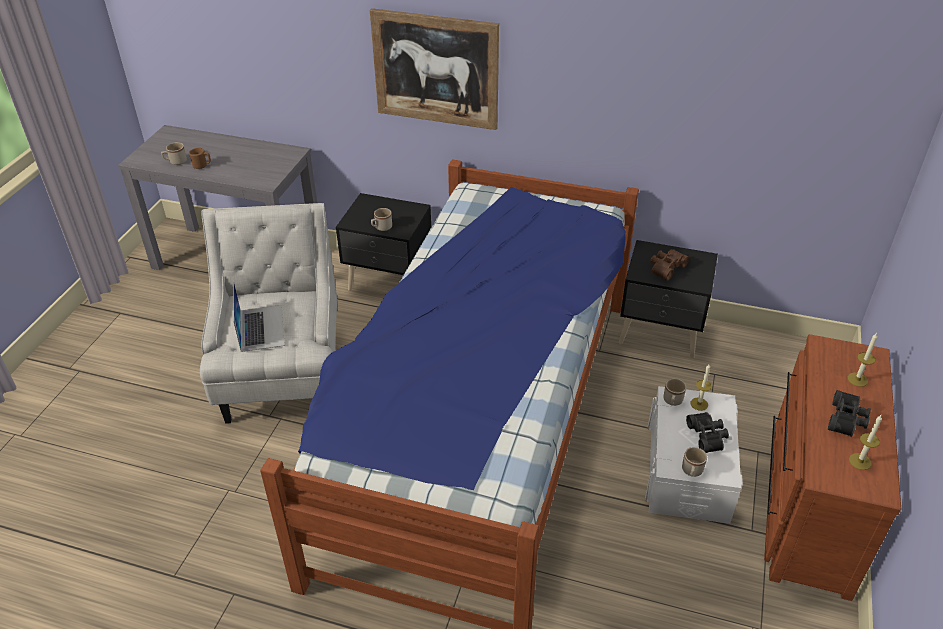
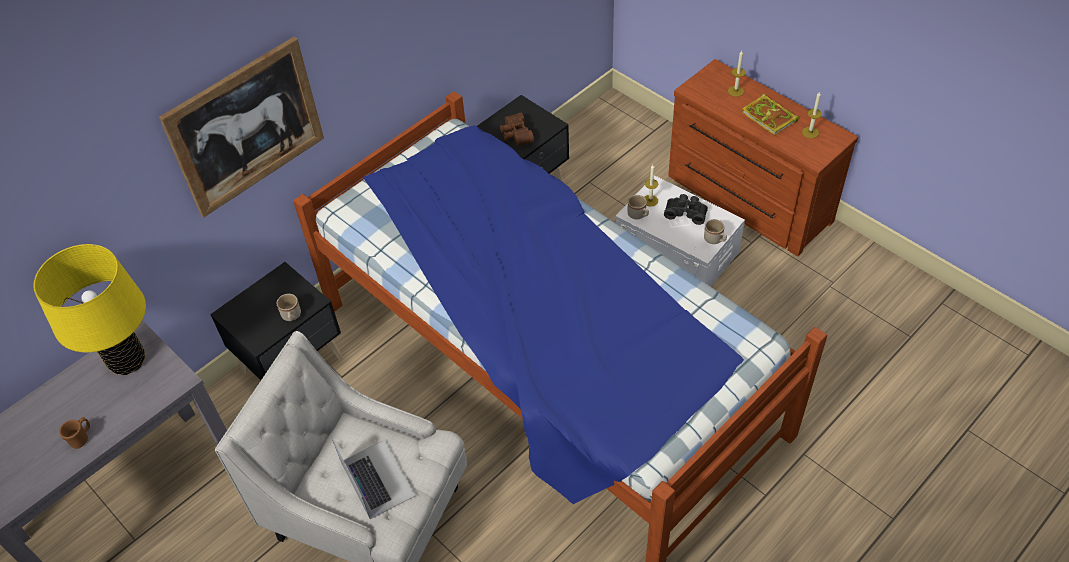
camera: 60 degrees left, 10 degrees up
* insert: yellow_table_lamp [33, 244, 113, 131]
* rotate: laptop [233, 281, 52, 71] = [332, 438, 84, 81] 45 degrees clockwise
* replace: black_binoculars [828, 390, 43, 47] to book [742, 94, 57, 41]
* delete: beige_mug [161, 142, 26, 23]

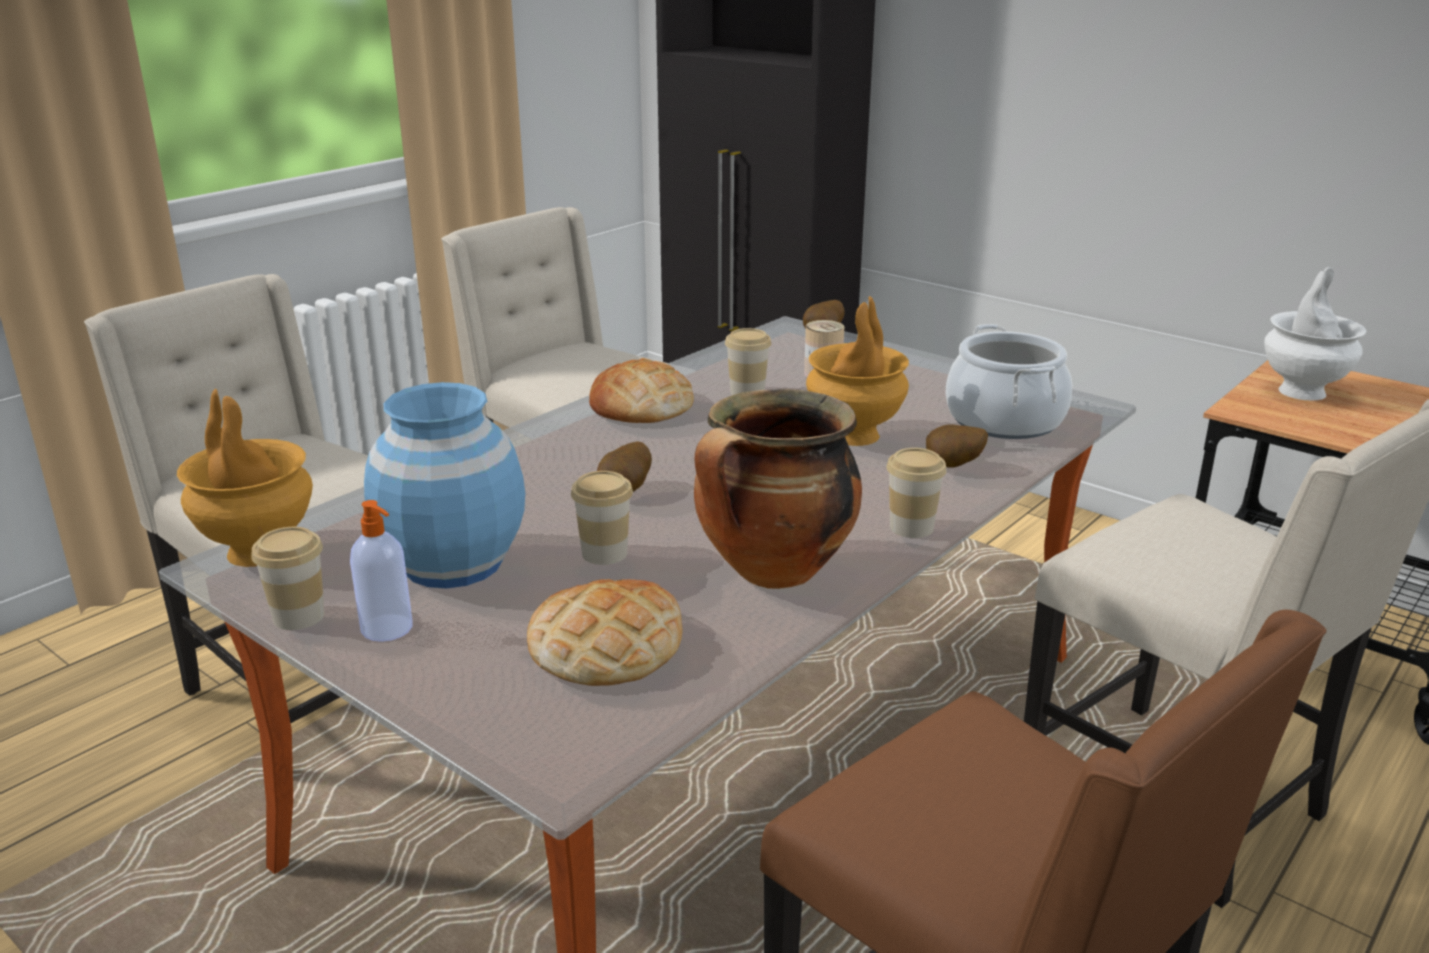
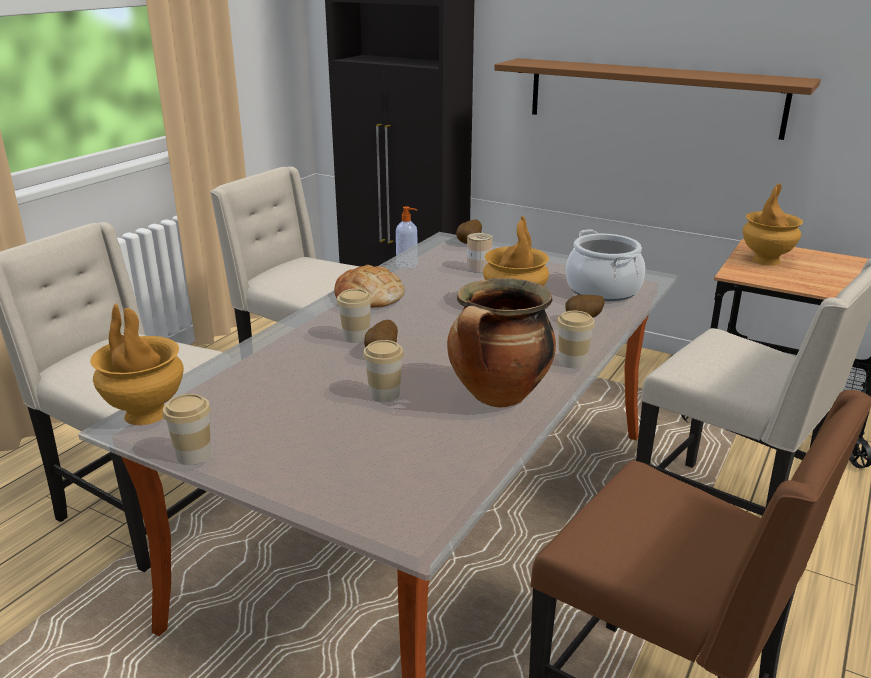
camera: 10 degrees left, 0 degrees up
* move: cup [725, 328, 46, 67] to [337, 289, 35, 54]
* move: soap_dispenser [350, 500, 63, 142] to [396, 206, 22, 62]
* insert: brown_shelf [494, 58, 327, 82]
* recolor: white_vase [1264, 267, 102, 134] to brown_vase [743, 184, 60, 82]
* delete: blue_vase [364, 382, 161, 206]
* delete: bread [527, 579, 155, 107]

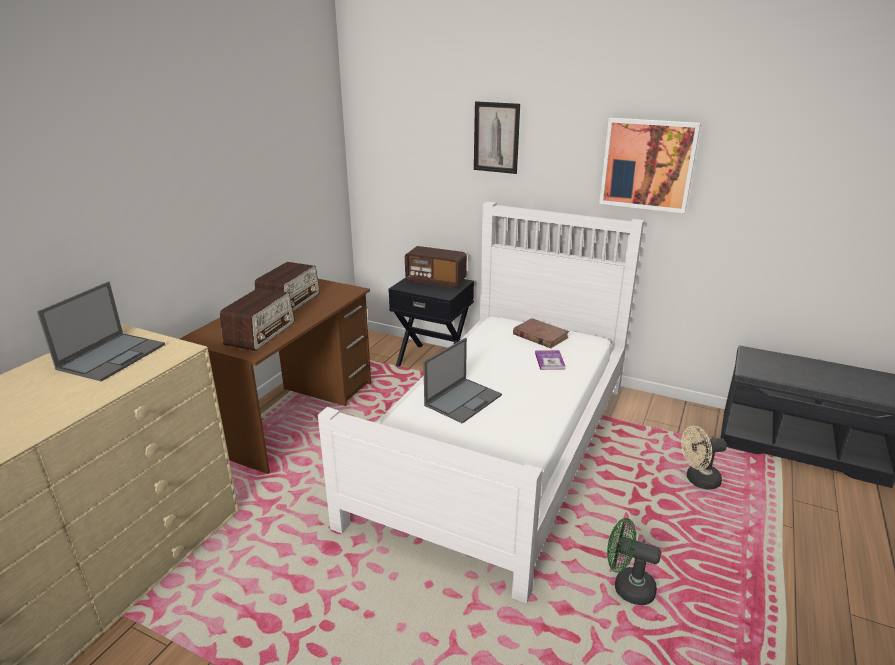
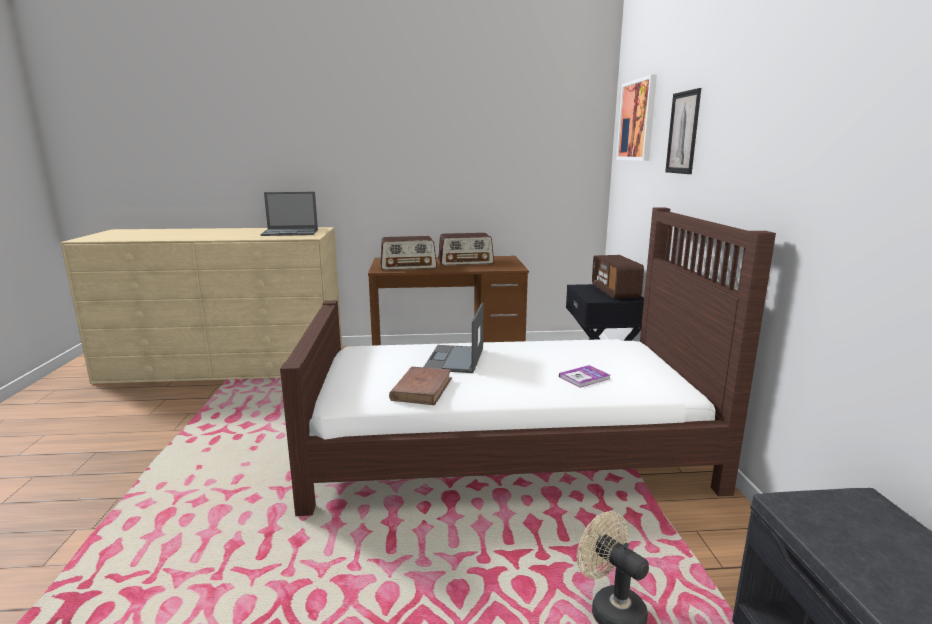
camera: 60 degrees right, 10 degrees down
* recolor: white_bed [318, 201, 326, 403] to brown_bed [280, 208, 496, 308]
* move: brown_book [513, 318, 56, 30] to [389, 367, 63, 38]
* rotate: laptop [423, 338, 79, 86] = [424, 303, 60, 70] 90 degrees clockwise
* move: picture [599, 118, 102, 95] to [616, 74, 41, 87]
* delete: green_fan [607, 518, 54, 87]

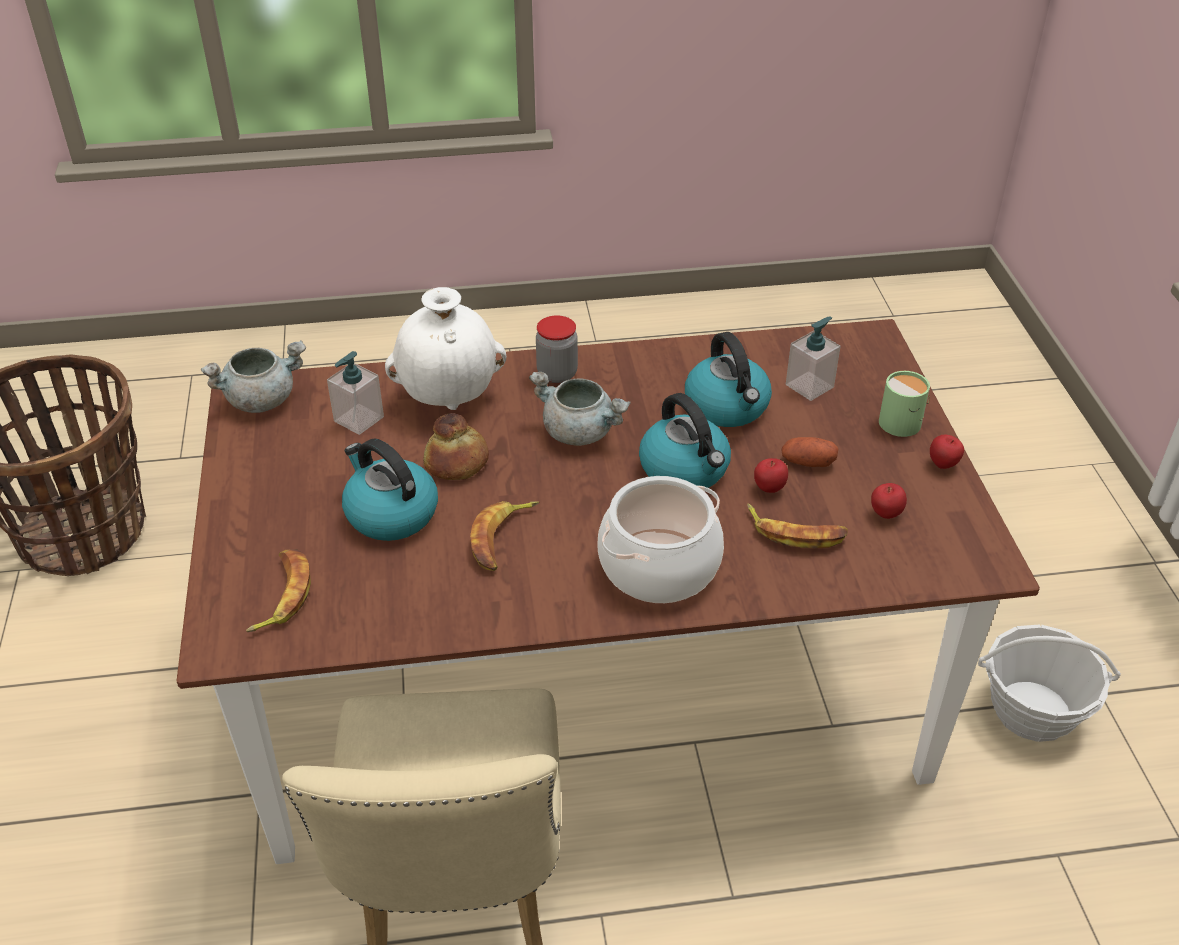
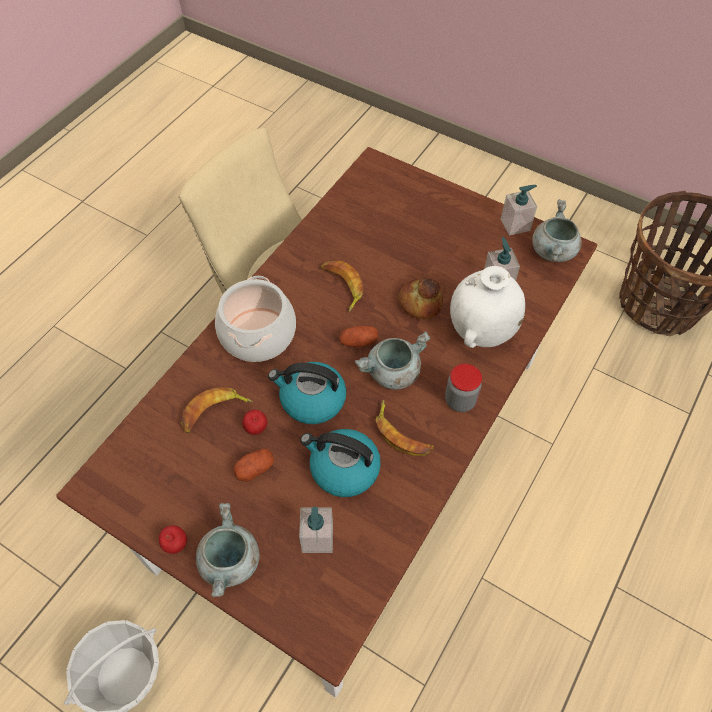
camera: 130 degrees right, 15 degrees up
* replace: green_mug [879, 371, 51, 66] to grey_cooking_pot [196, 503, 64, 94]
* insert: potato [339, 326, 39, 21]
* move: banana [246, 549, 65, 83] to [376, 400, 58, 56]
* insert: soap_dispenser [501, 185, 36, 50]
* delete: kettle [342, 438, 96, 103]
* delete: apple [871, 483, 36, 36]

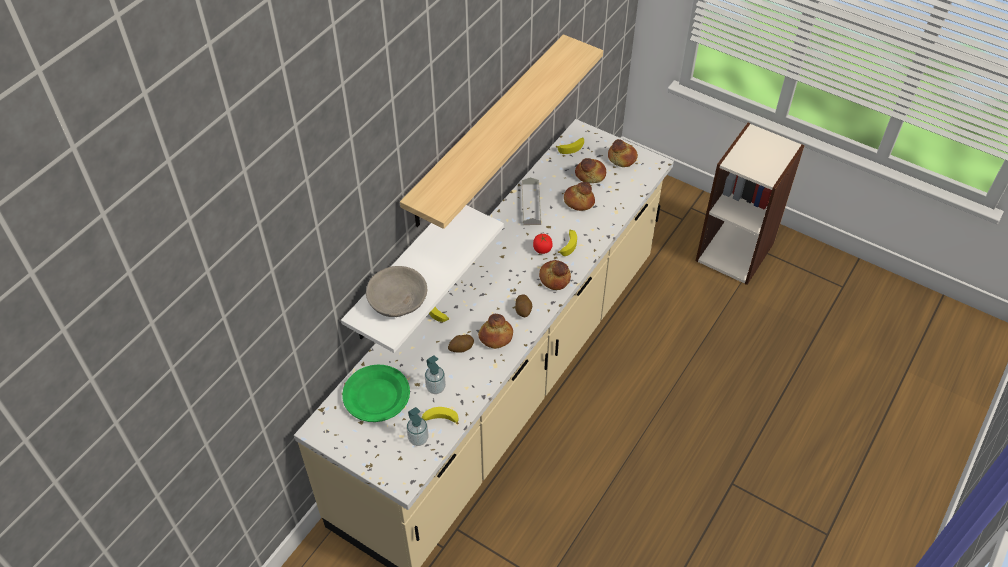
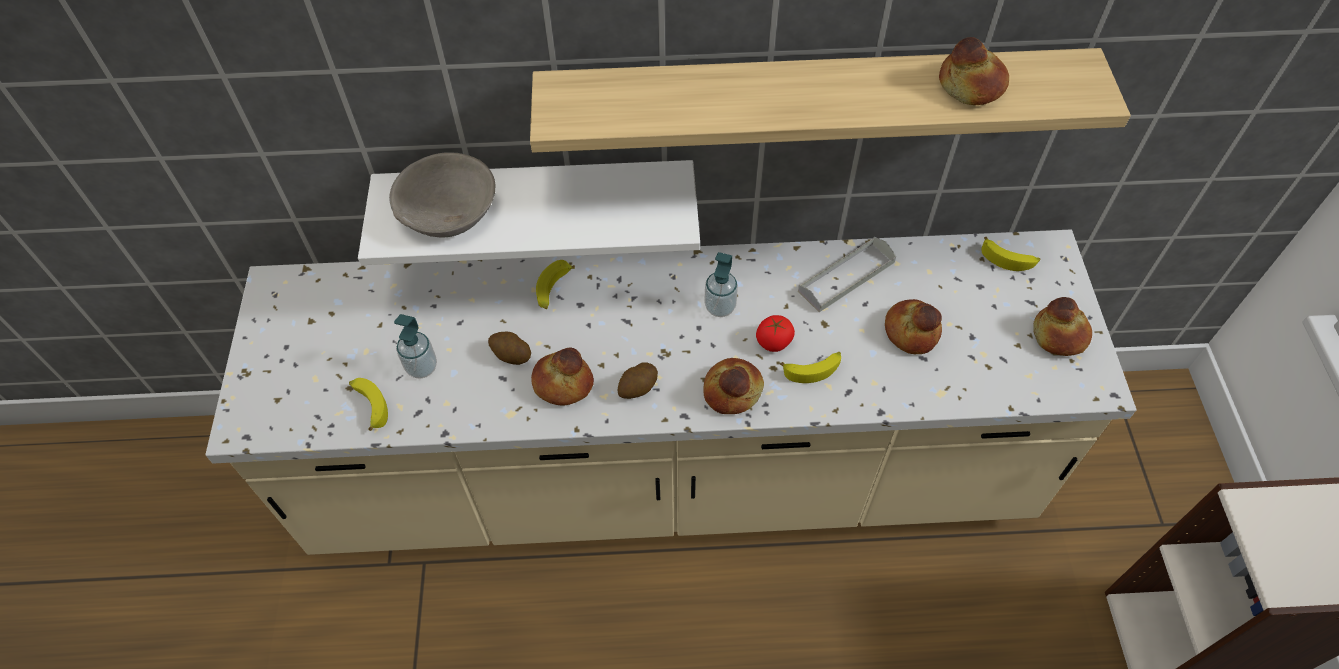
camera: 55 degrees right, 5 degrees up
* move: soap_dispenser [407, 407, 21, 39] to [704, 252, 34, 65]
* move: bread [575, 158, 31, 25] to [939, 37, 70, 68]
* delete: green_plate [342, 365, 68, 57]

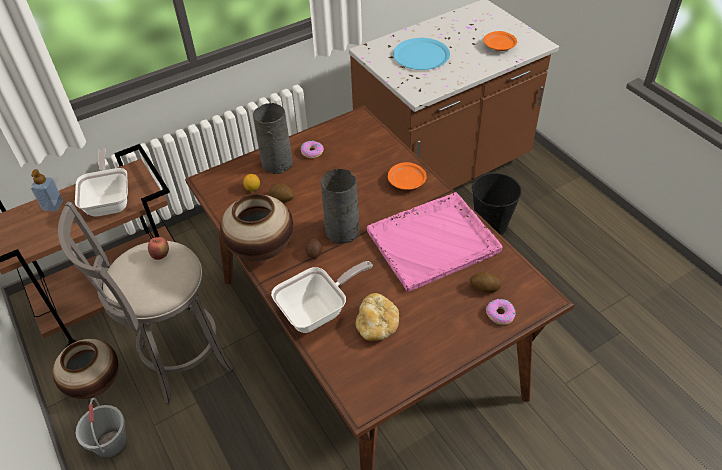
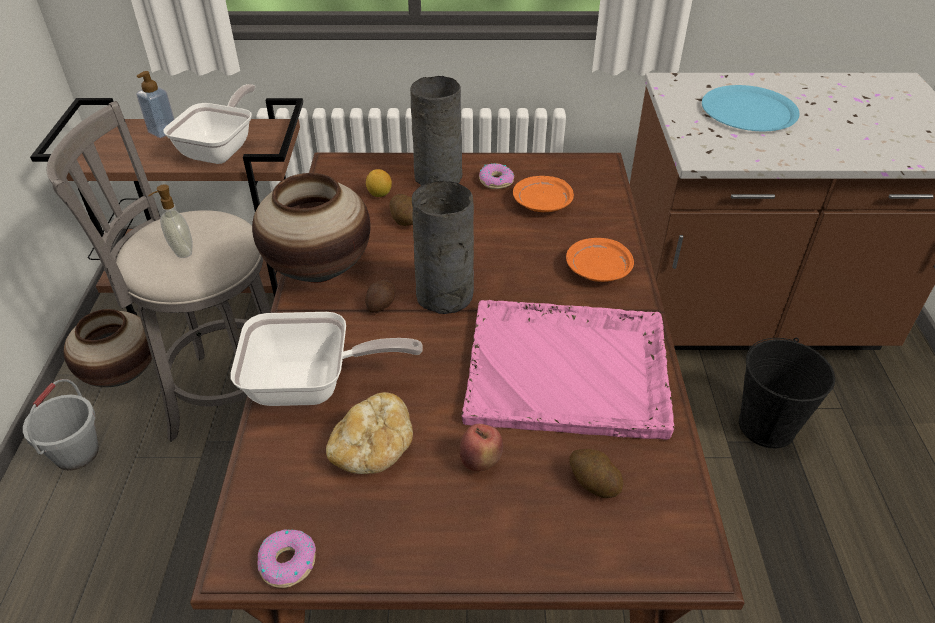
camera: 30 degrees right, 5 degrees down
* insert: soap_dispenser [148, 185, 45, 73]
* move: donut [486, 299, 29, 26] to [257, 530, 59, 58]
* move: apple [148, 237, 21, 23] to [459, 424, 44, 48]
* move: orange_plate [484, 31, 33, 20] to [513, 176, 61, 36]

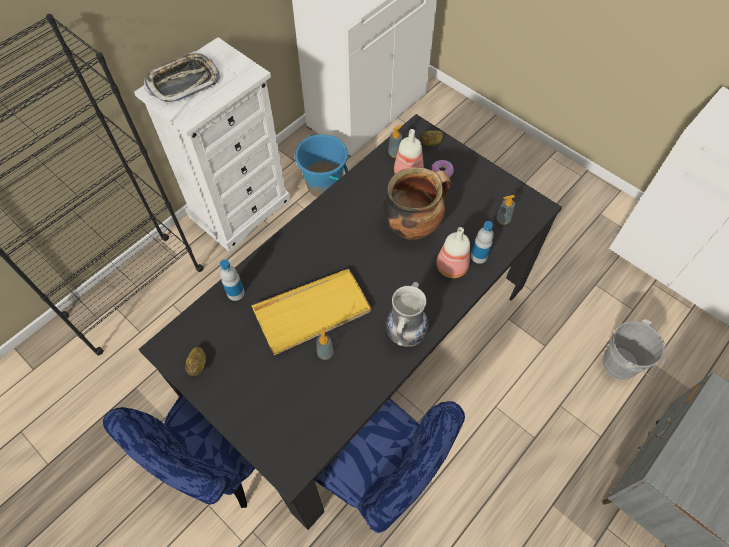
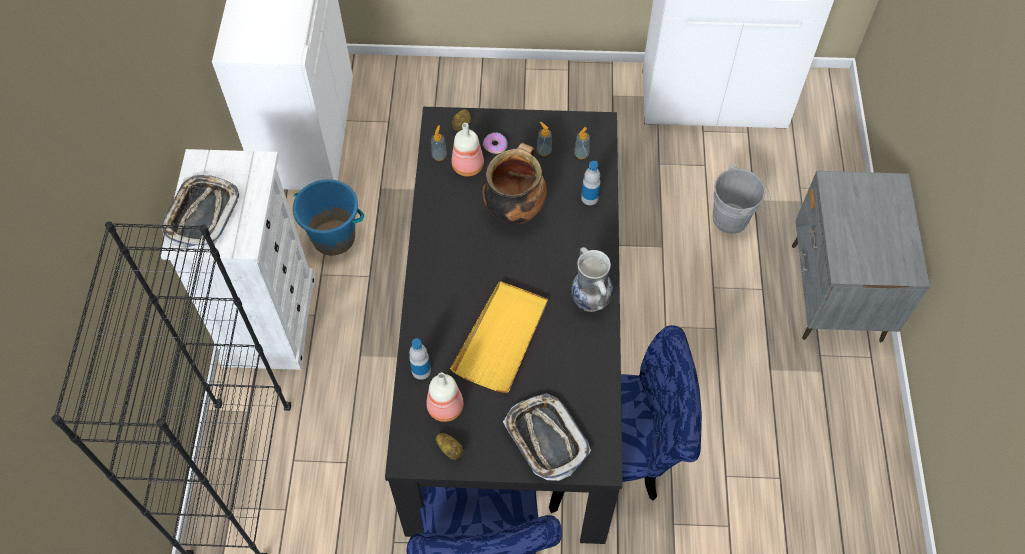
camera: 40 degrees left, 0 degrees up
* move: bottle [436, 227, 34, 51] to [426, 372, 38, 50]
* insert: tray [503, 394, 88, 87]
* move: soap_dispenser [316, 327, 18, 33] to [537, 122, 15, 34]

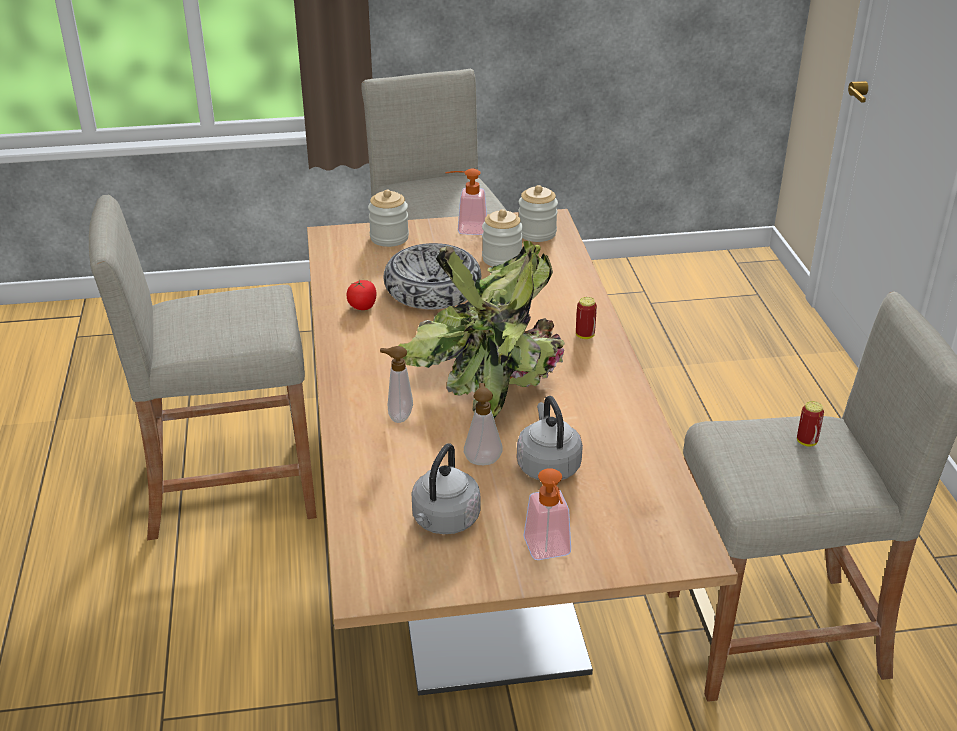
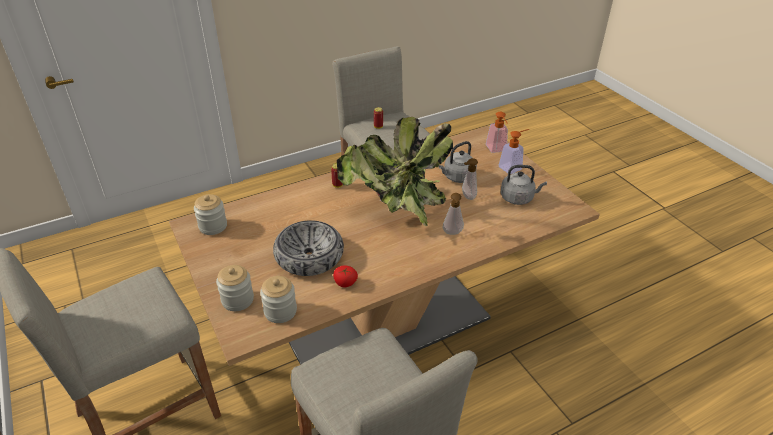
camera: 110 degrees left, 5 degrees up
* move: jar [482, 209, 41, 58] to [260, 276, 37, 47]
* move: soap_dispenser [445, 168, 42, 67] to [486, 112, 22, 41]

